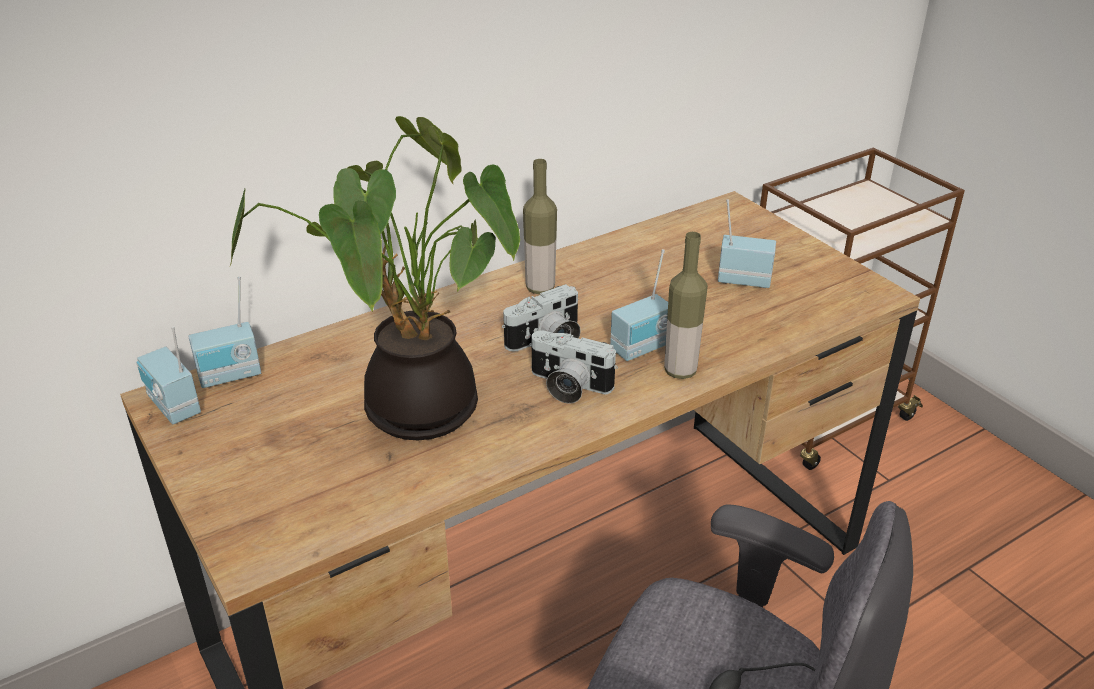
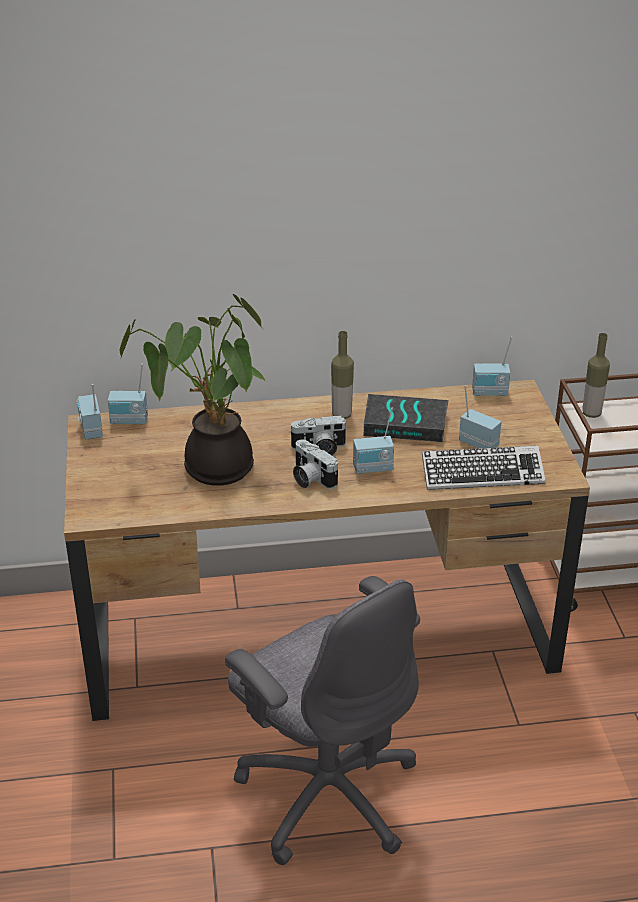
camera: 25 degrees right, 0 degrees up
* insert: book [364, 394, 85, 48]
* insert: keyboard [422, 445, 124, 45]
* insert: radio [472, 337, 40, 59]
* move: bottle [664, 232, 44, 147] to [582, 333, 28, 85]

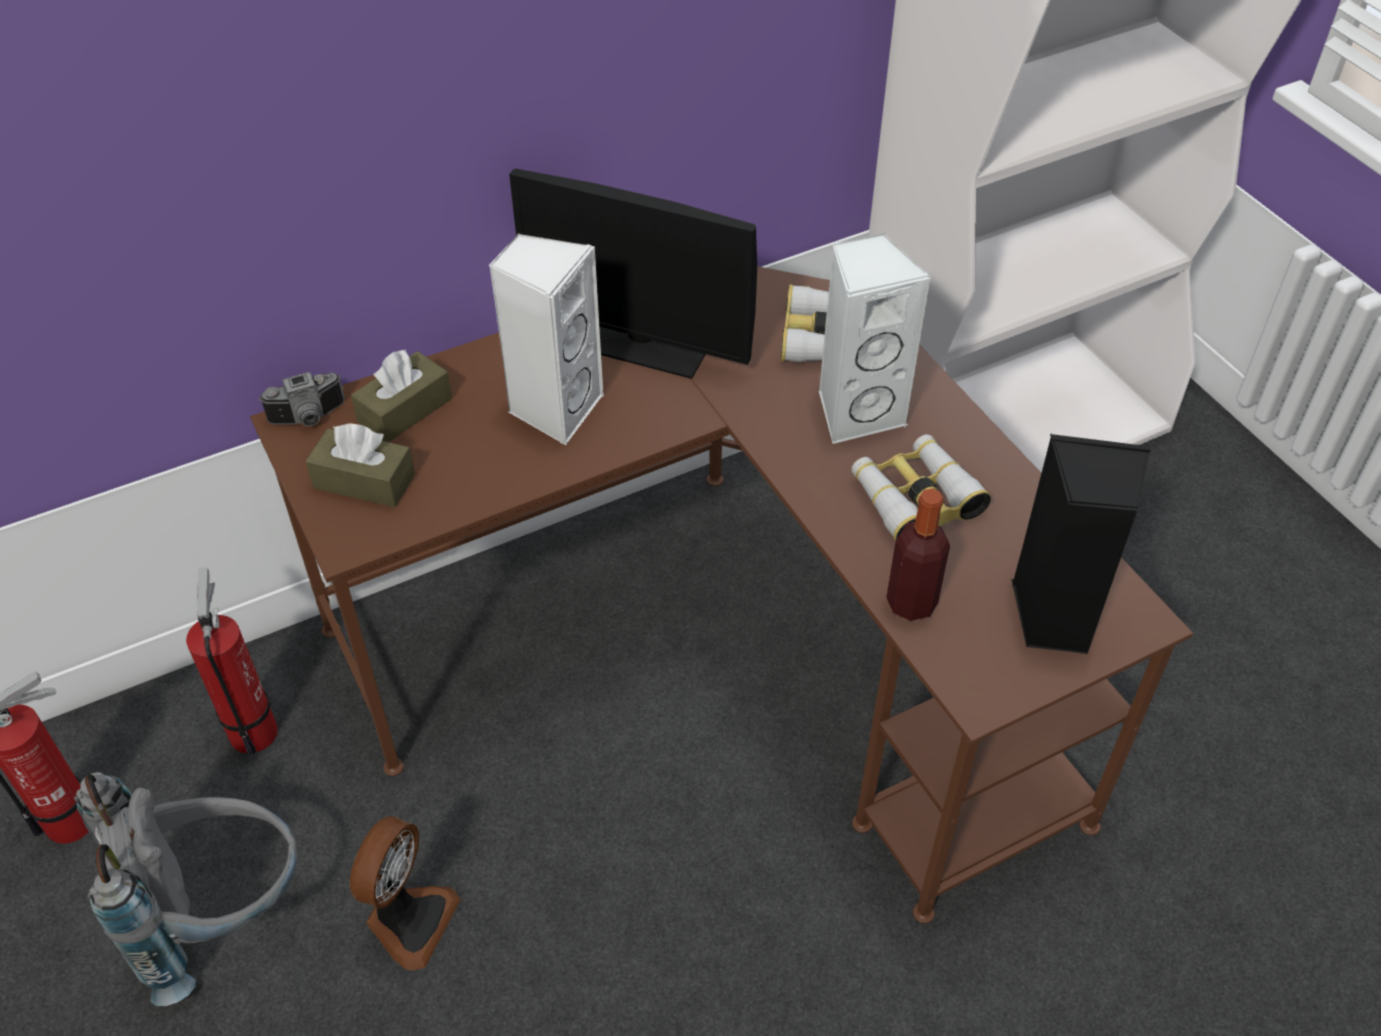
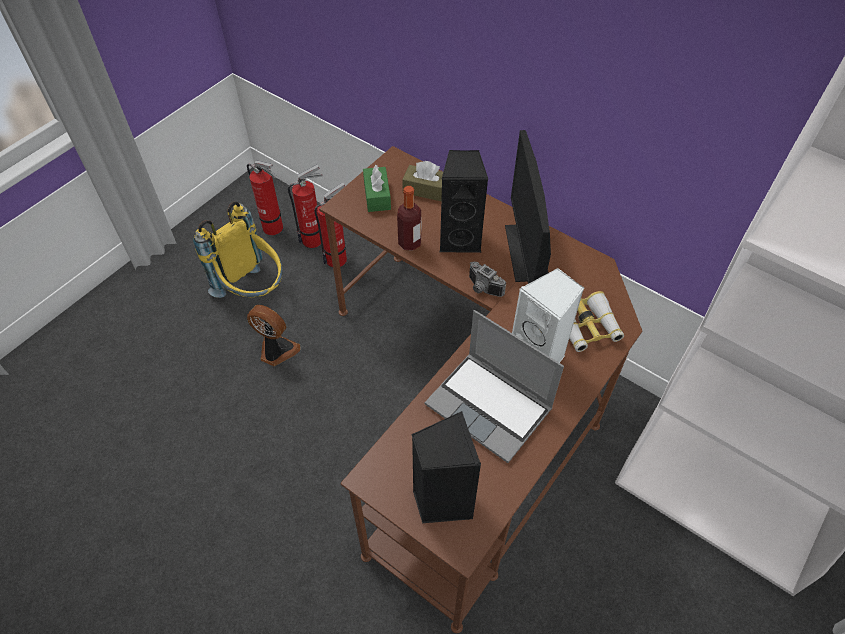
camera: 65 degrees right, 5 degrees up
* recolor: grey_backpack [74, 772, 224, 234] to yellow_backpack [193, 201, 90, 97]
* rotate: fan [350, 816, 111, 155] = [247, 305, 53, 61] 150 degrees counterclockwise
* insert: fire_extinguisher [288, 164, 35, 84]
* recolor: brown_tissue_box [306, 423, 109, 84] to green_tissue_box [363, 165, 28, 47]
* move: bottle [886, 489, 64, 132] to [397, 186, 24, 65]
* replace: binoculars [852, 434, 139, 107] to laptop [425, 310, 139, 153]
* recolor: white_speaker [489, 233, 115, 212] to black_speaker [439, 150, 50, 102]
* move: photo_camera [259, 372, 86, 54] to [469, 262, 37, 35]

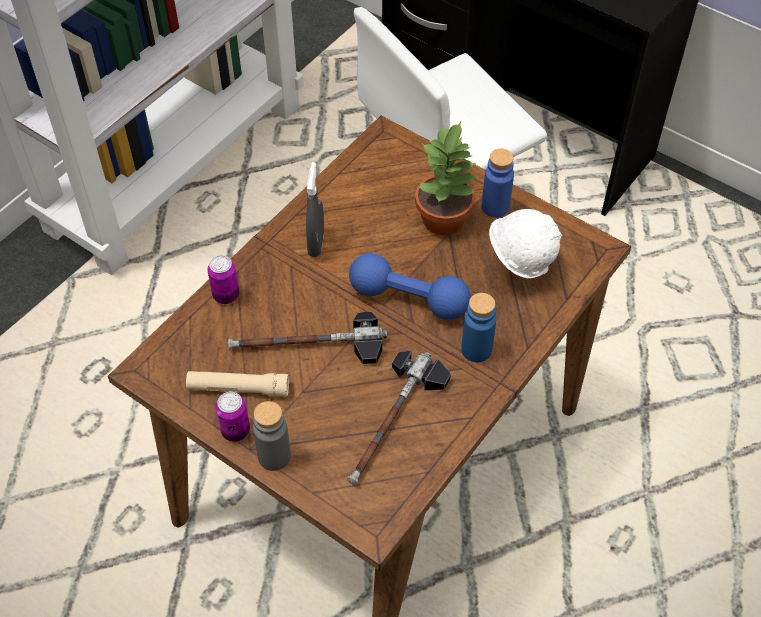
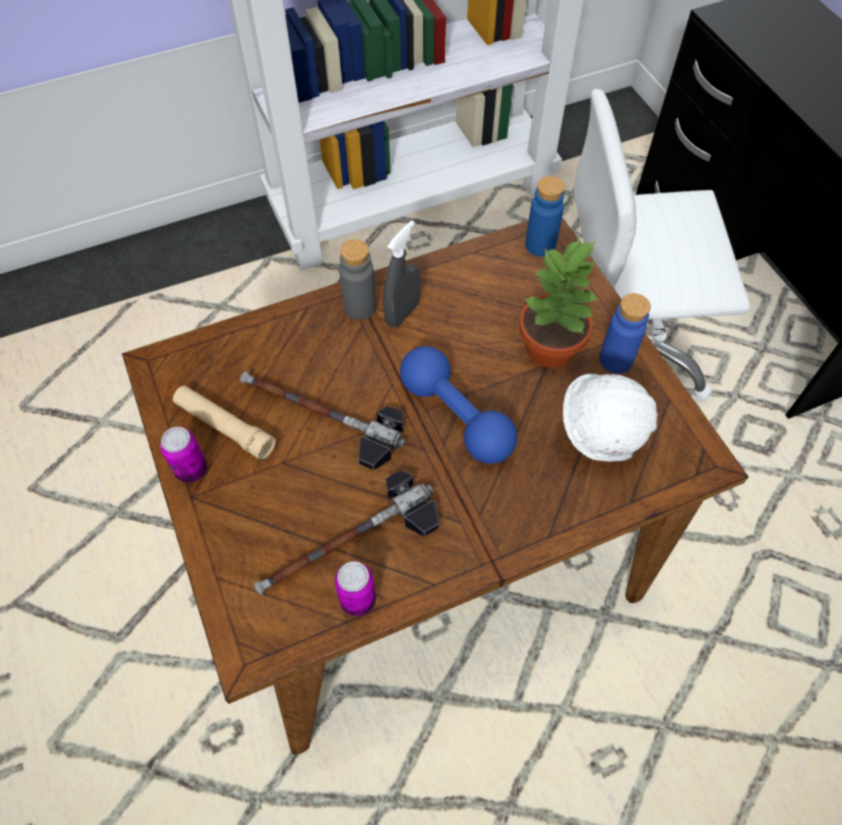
camera: 30 degrees right, 5 degrees up
* move: can [207, 255, 32, 49] to [335, 561, 41, 55]
* move: grey_bottle [253, 401, 38, 70] to [339, 239, 37, 81]
* move: blue_bottle [461, 293, 35, 70] to [525, 176, 40, 81]

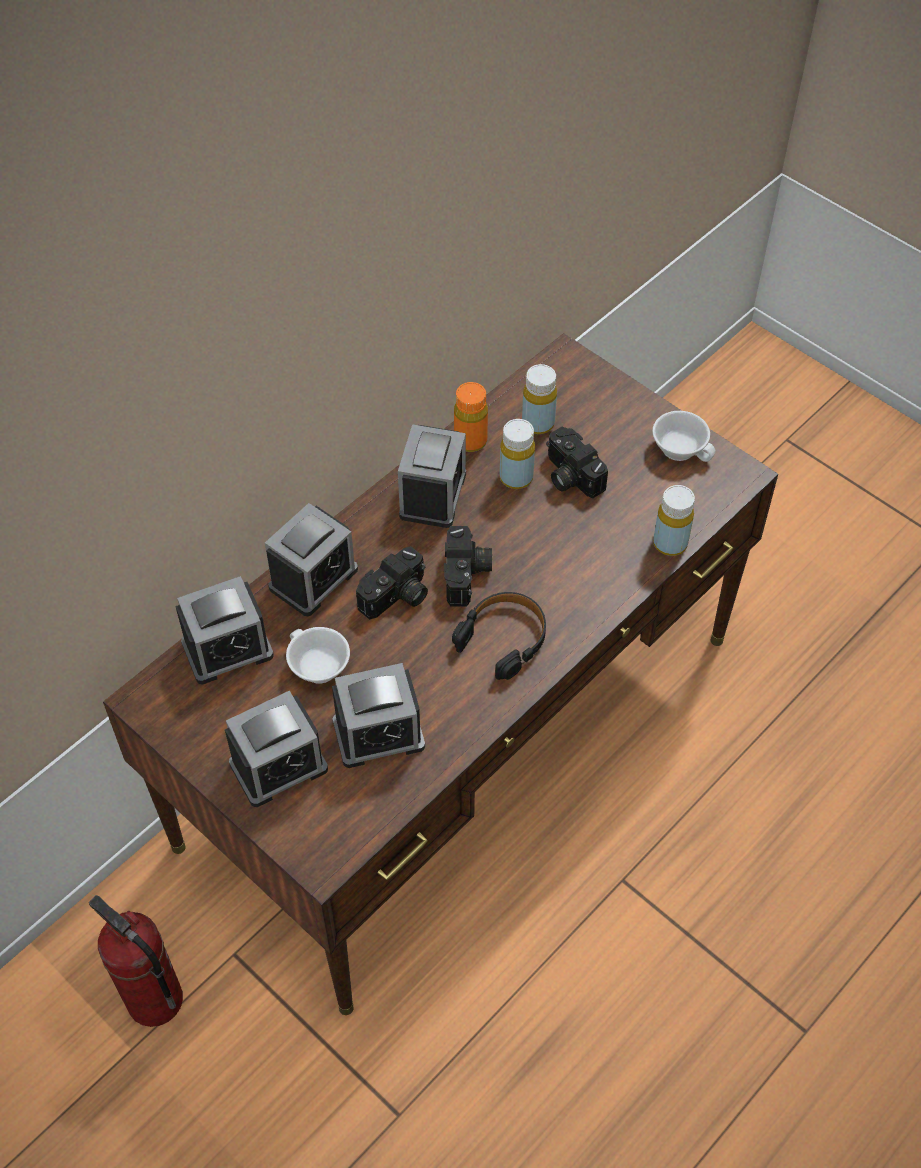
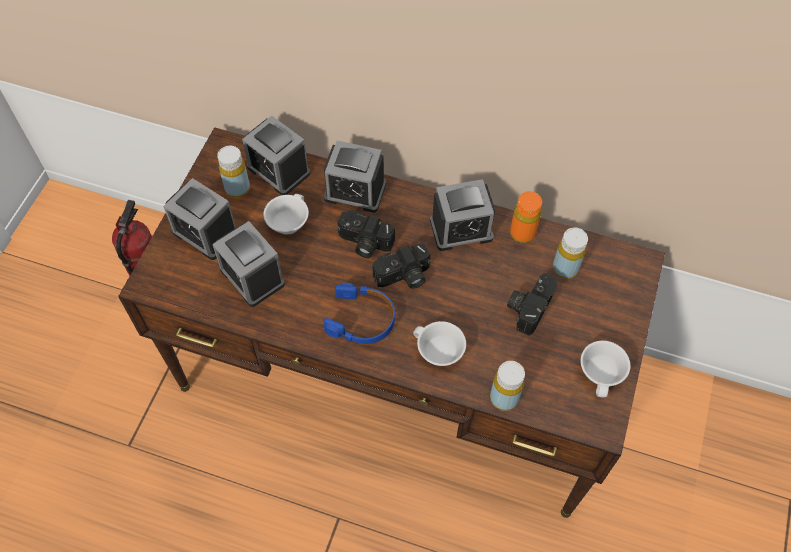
camera: 65 degrees right, 5 degrees up
* move: yellow_bottle [500, 419, 35, 70] to [217, 146, 33, 51]
* recolor: black_headphones [452, 592, 94, 88] to blue_headphones [324, 283, 71, 61]
* insert: white_cup [413, 321, 53, 45]

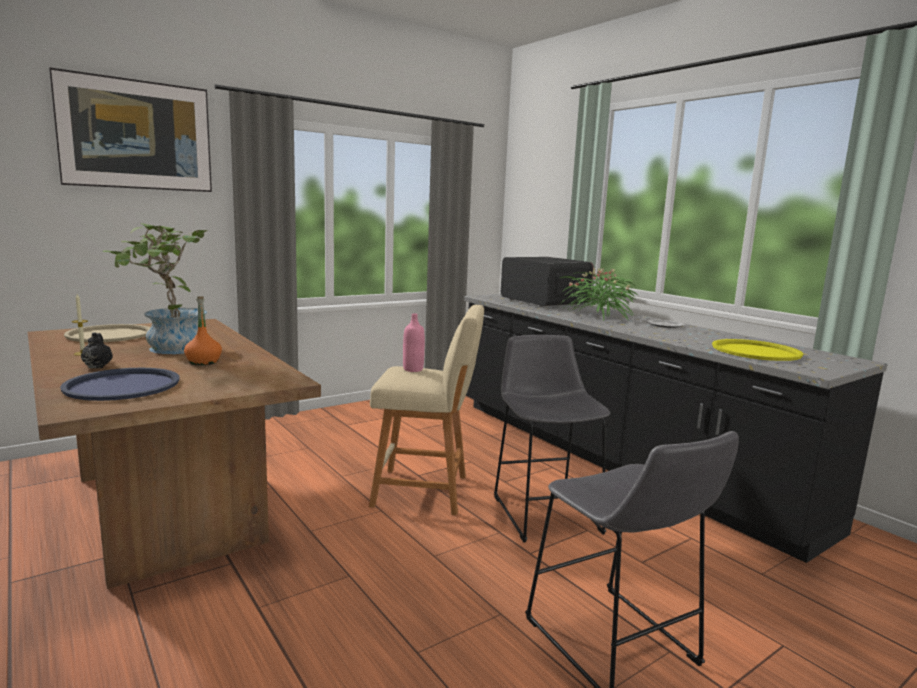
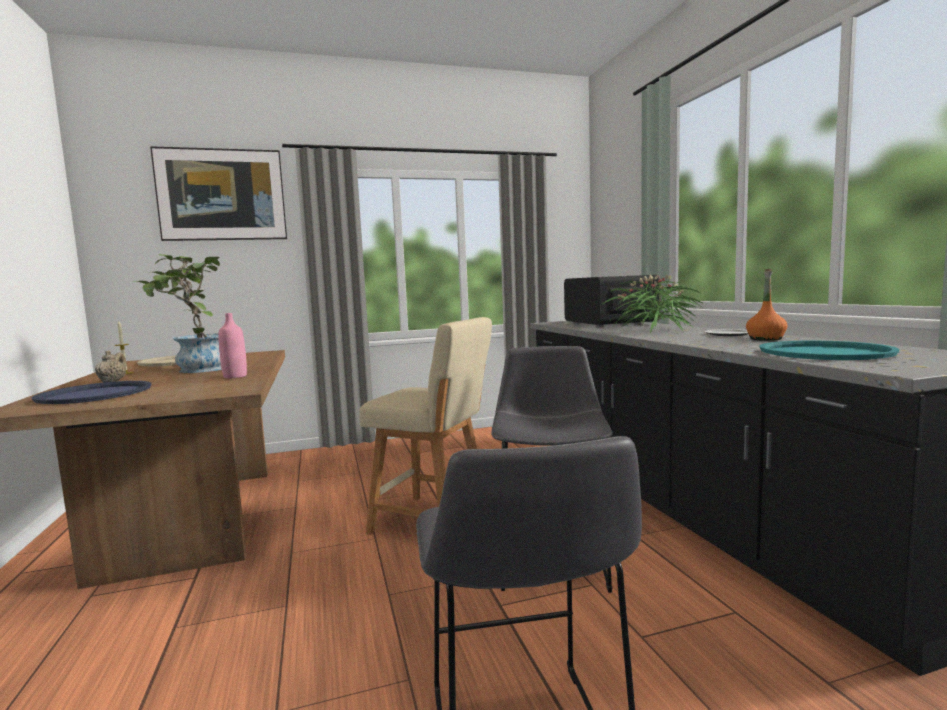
camera: 20 degrees right, 5 degrees down
* recolor: black_teapot [81, 332, 32, 36] to beige_teapot [95, 350, 32, 32]
* move: pink_bottle [403, 313, 22, 59] to [218, 313, 29, 66]
* move: orange_bottle [184, 296, 38, 69] to [746, 269, 41, 72]
* recolor: yellow_tray [712, 339, 92, 22] to turquoise_tray [759, 341, 140, 19]

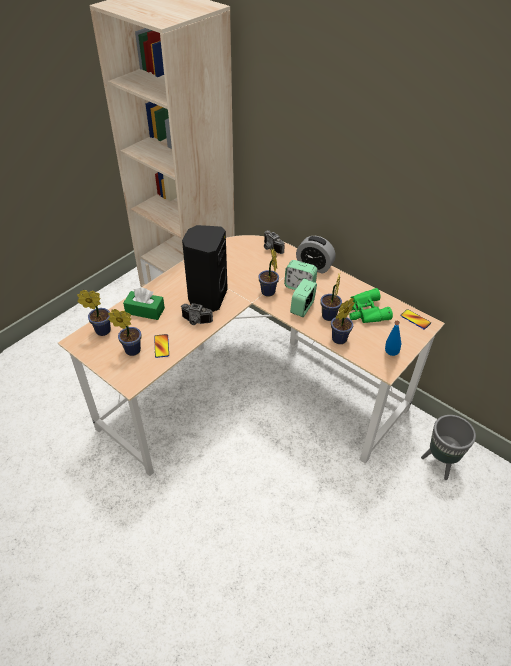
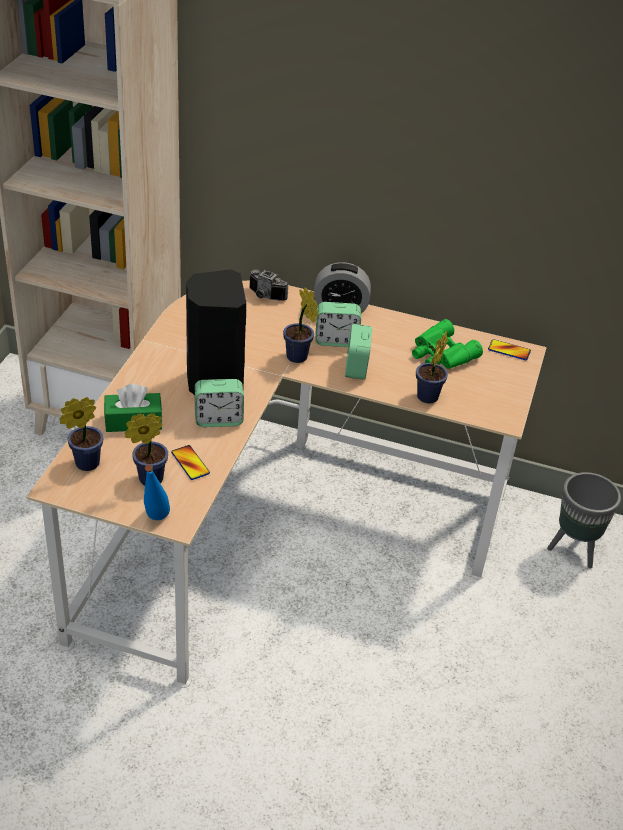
camera: 25 degrees left, 5 degrees down
* move: blue_bottle [385, 321, 16, 35] to [144, 464, 26, 56]
* replace: photo_camera [181, 303, 32, 22] to alarm_clock [195, 379, 49, 48]
* delete: potted_plant [320, 274, 22, 47]

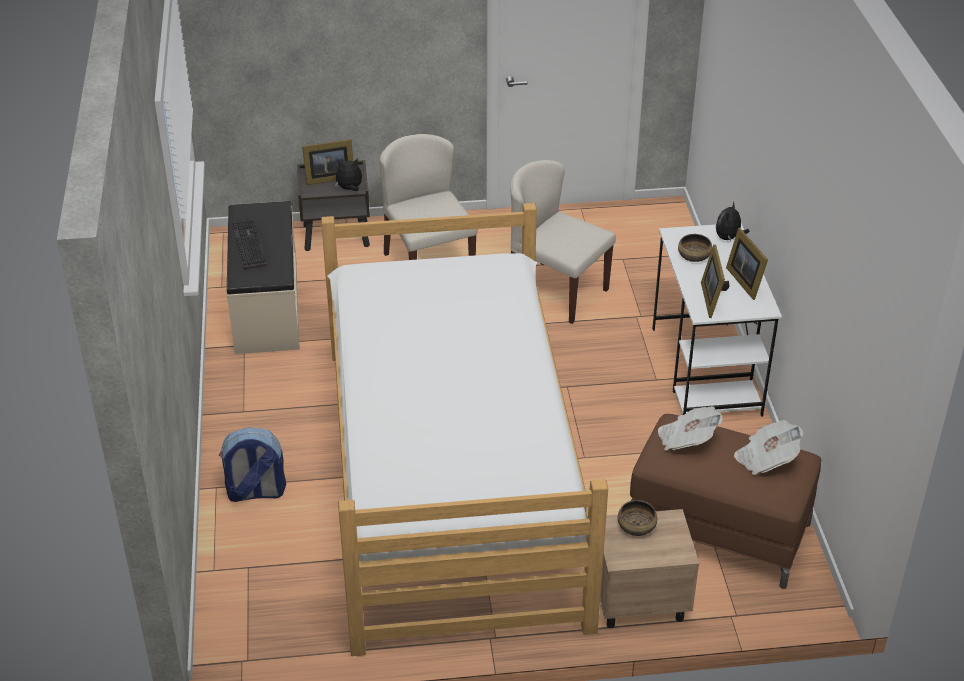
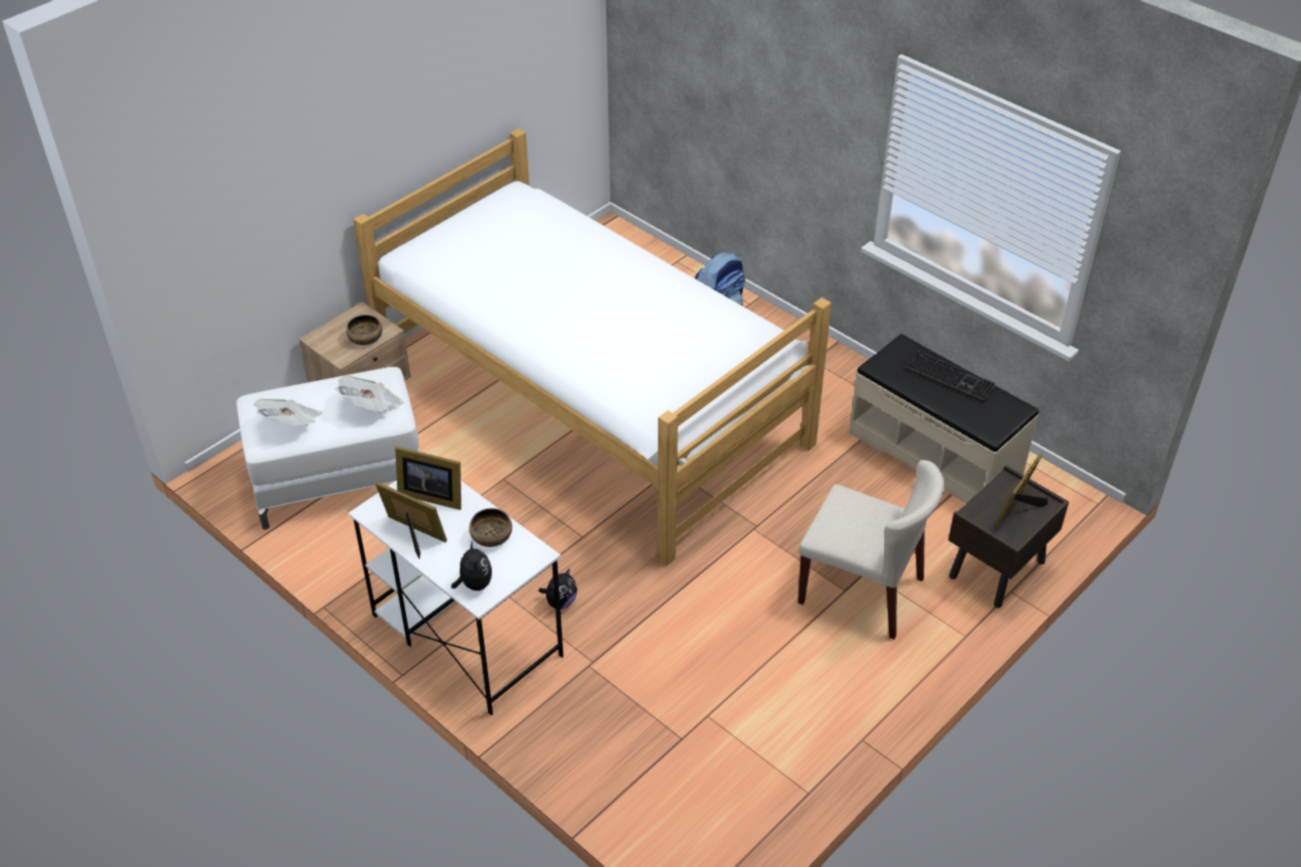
camera: 140 degrees right, 5 degrees up
* recolor: brown_ottoman [630, 414, 191, 175] to white_ottoman [236, 367, 184, 163]
* rotate: picture_frame [701, 244, 29, 74] = [395, 446, 66, 64] 150 degrees clockwise
* move: plush_toy [335, 158, 27, 33] to [539, 568, 38, 41]
* delete: beige_chair [510, 160, 106, 164]

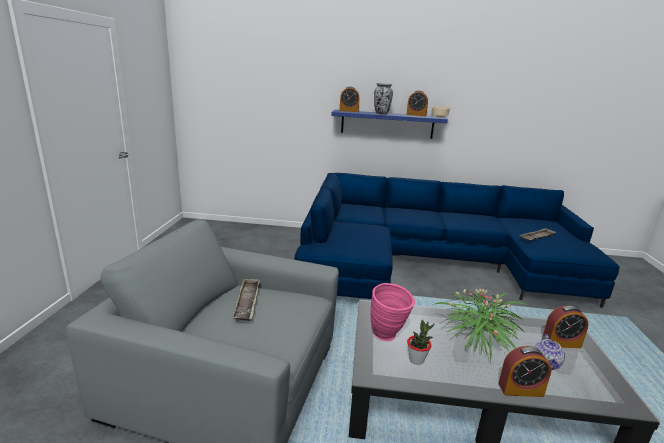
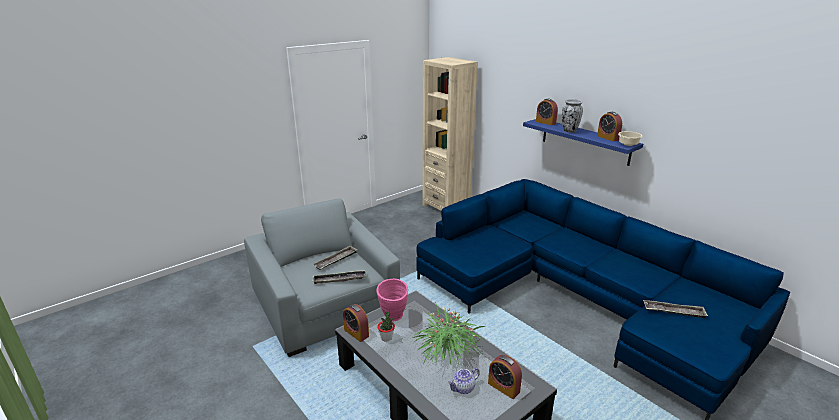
camera: 45 degrees right, 5 degrees up
* insert: tray [312, 270, 54, 14]
* move: alarm_clock [498, 346, 53, 51] to [343, 304, 26, 38]
* insert: beige_bookcase [422, 57, 56, 154]

